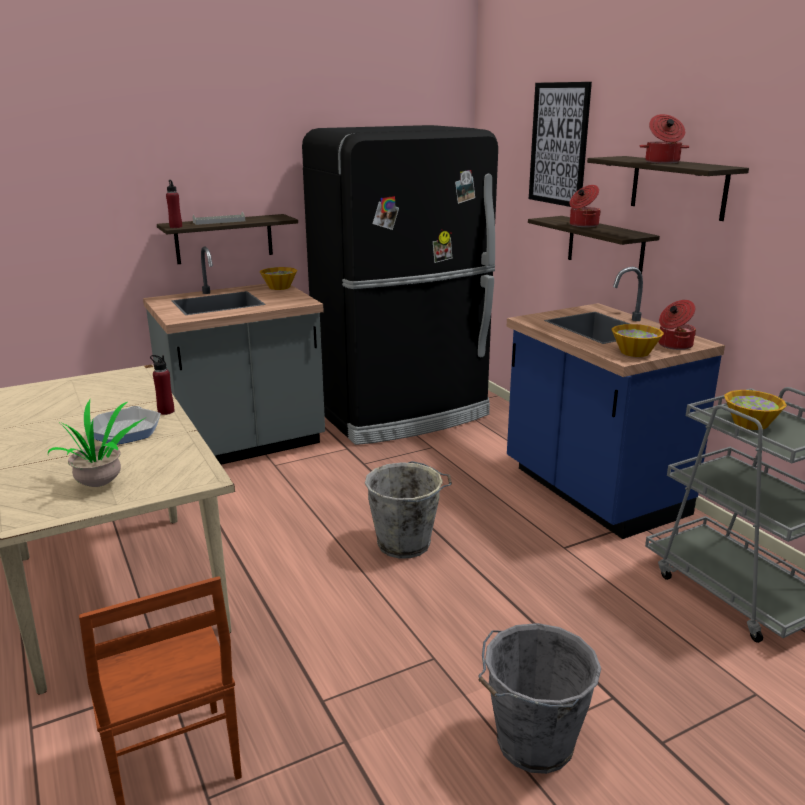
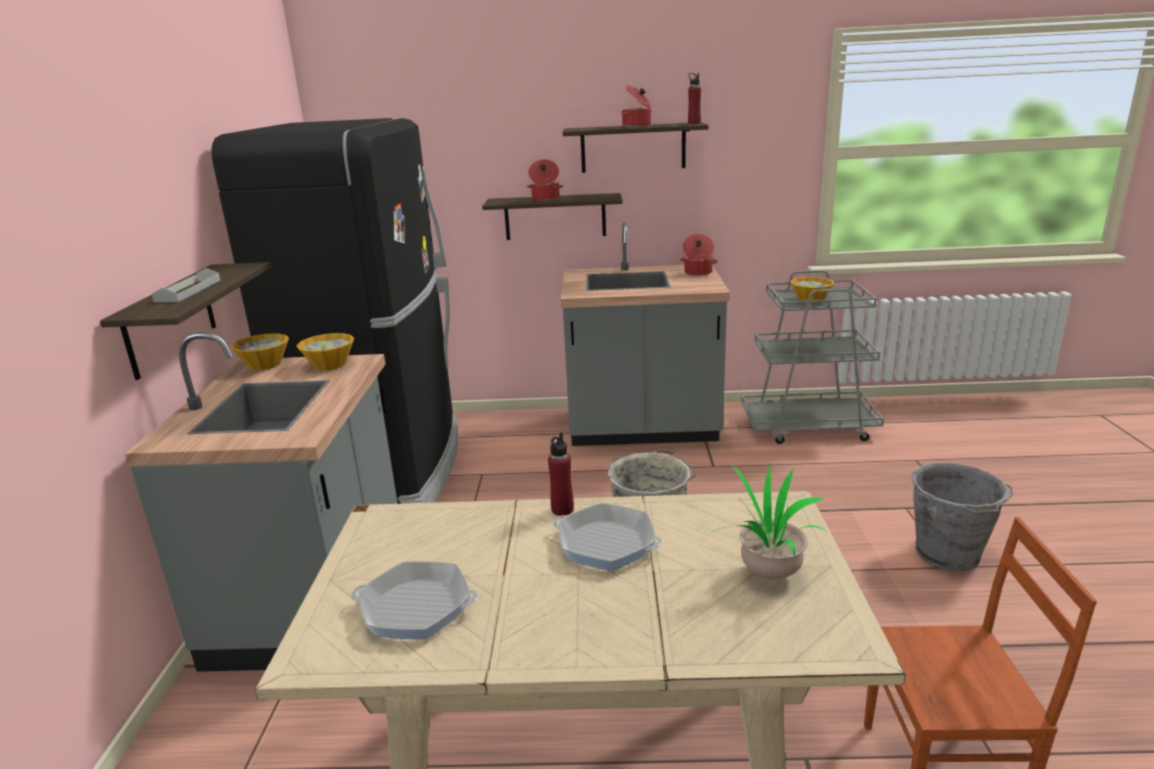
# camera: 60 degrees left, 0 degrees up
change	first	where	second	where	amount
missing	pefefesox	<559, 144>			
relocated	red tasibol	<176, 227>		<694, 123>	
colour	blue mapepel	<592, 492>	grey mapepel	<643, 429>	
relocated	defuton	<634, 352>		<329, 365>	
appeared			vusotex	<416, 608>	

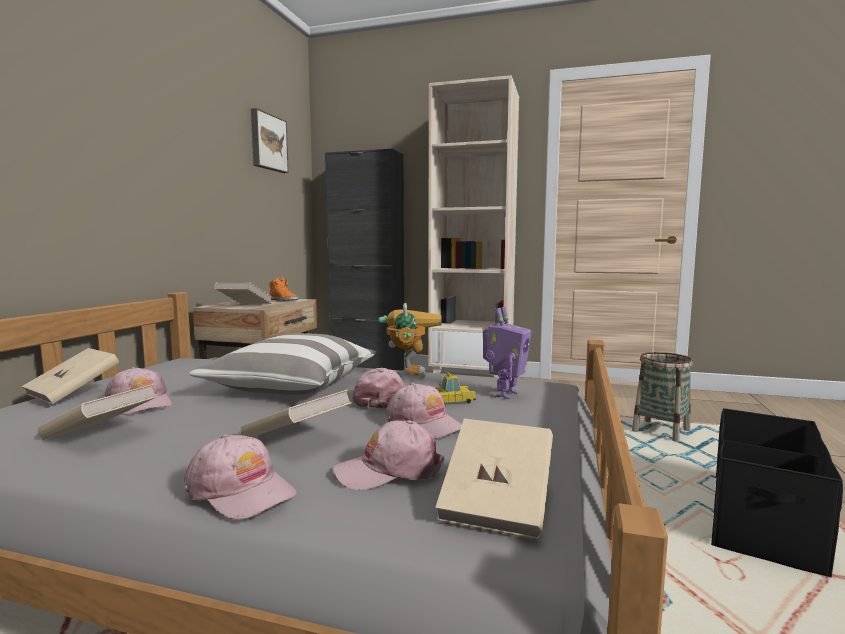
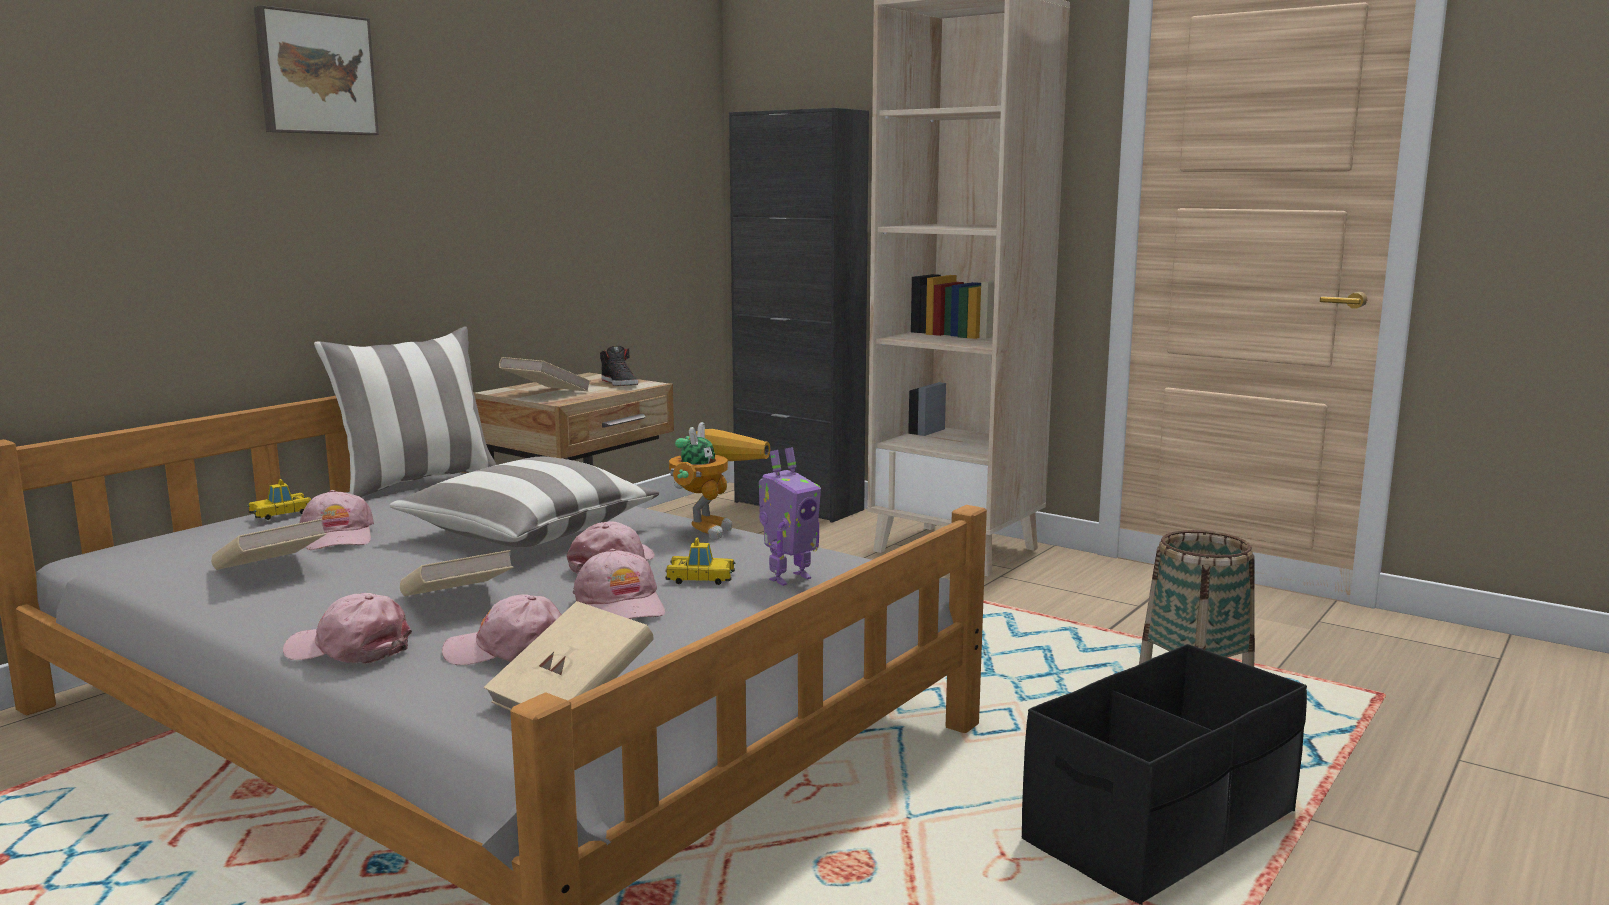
# camera: 20 degrees right, 5 degrees up
change	first	where	second	where	amount
relocated	pefefesox	<267, 142>		<315, 74>	
colour	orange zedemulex	<284, 300>	black zedemulex	<620, 383>	
exchanged	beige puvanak	<73, 392>	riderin	<281, 513>	
spun	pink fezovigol	<242, 491>		<349, 648>	135 degrees clockwise
appeared			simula	<417, 483>	

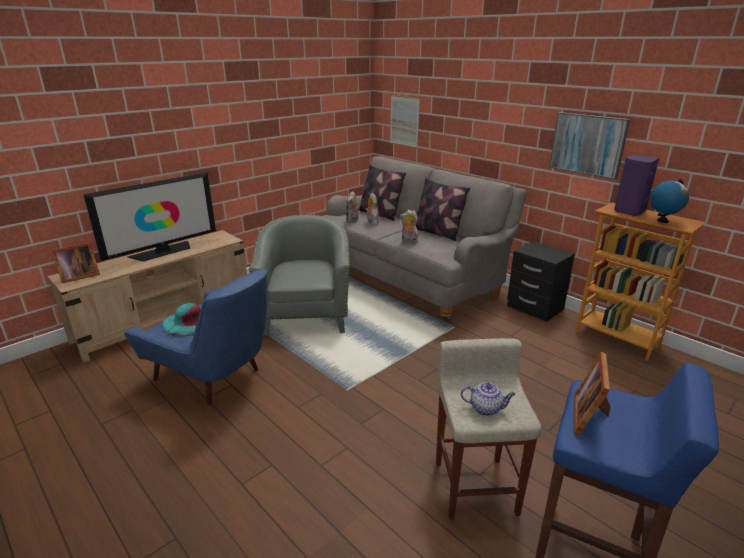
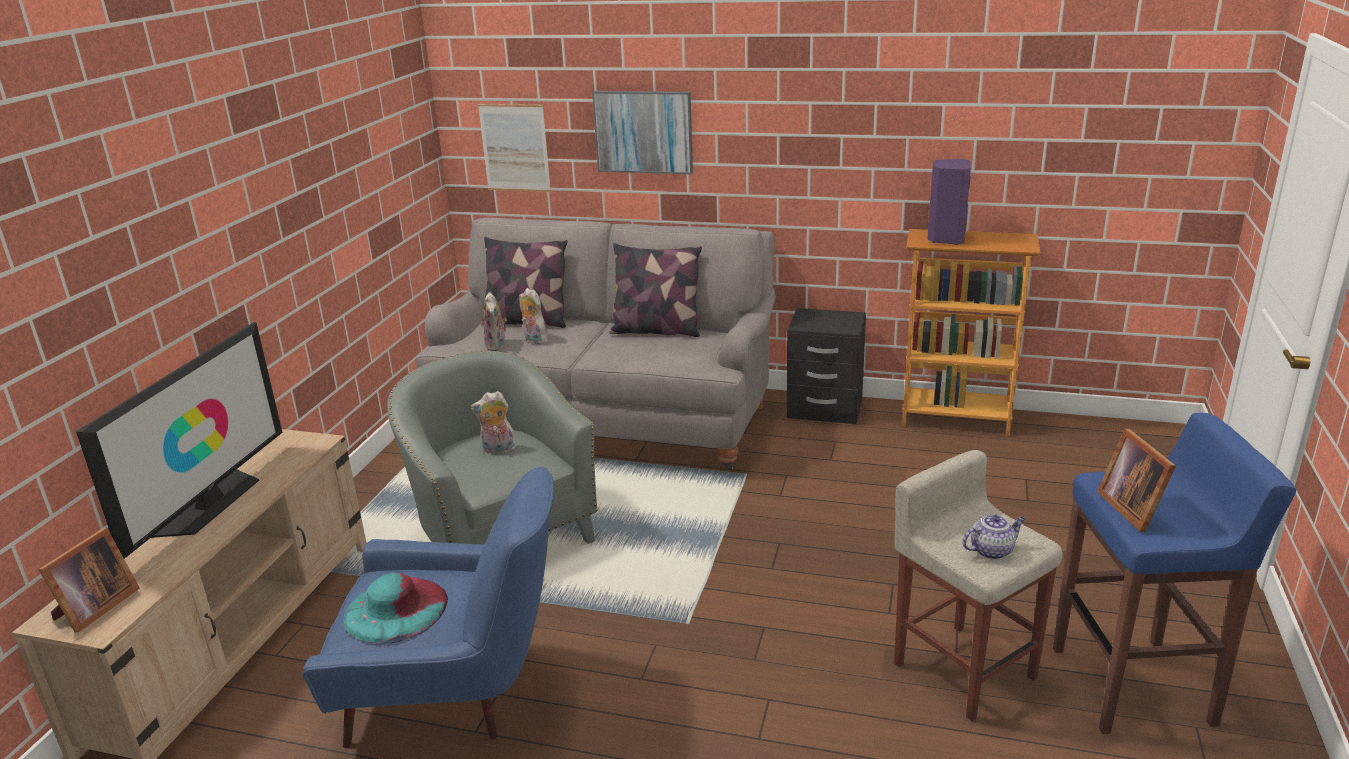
# camera: 30 degrees left, 0 degrees up
change	first	where	second	where	amount
relocated	pefefesox	<588, 144>		<643, 131>	
missing	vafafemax	<662, 221>			
relocated	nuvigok	<408, 242>		<498, 450>	

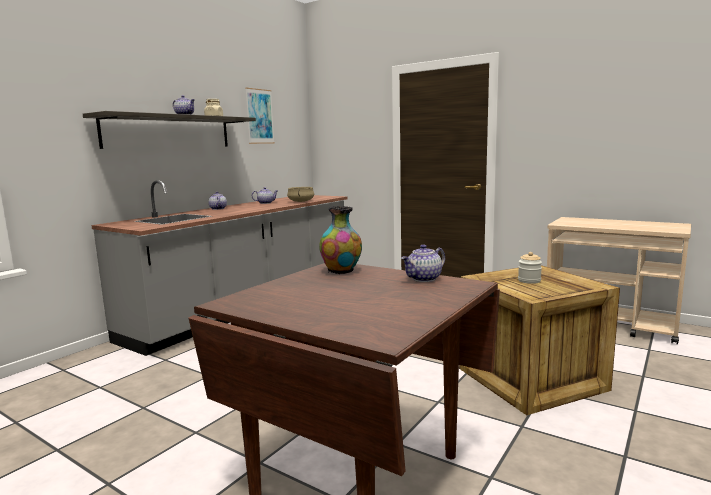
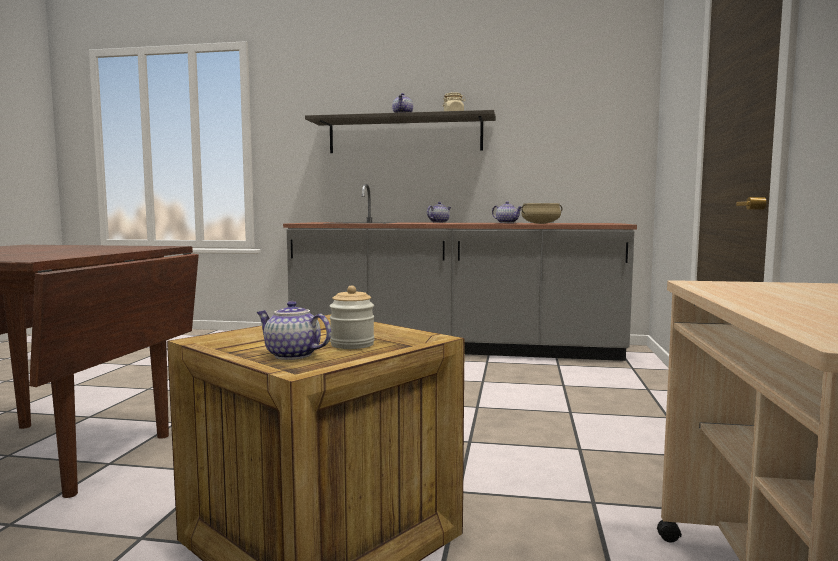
# camera: 65 degrees right, 5 degrees down
change	first	where	second	where	amount
missing	pefefesox	<260, 116>			
missing	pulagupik	<341, 271>			
relocated	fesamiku	<424, 279>		<291, 355>	

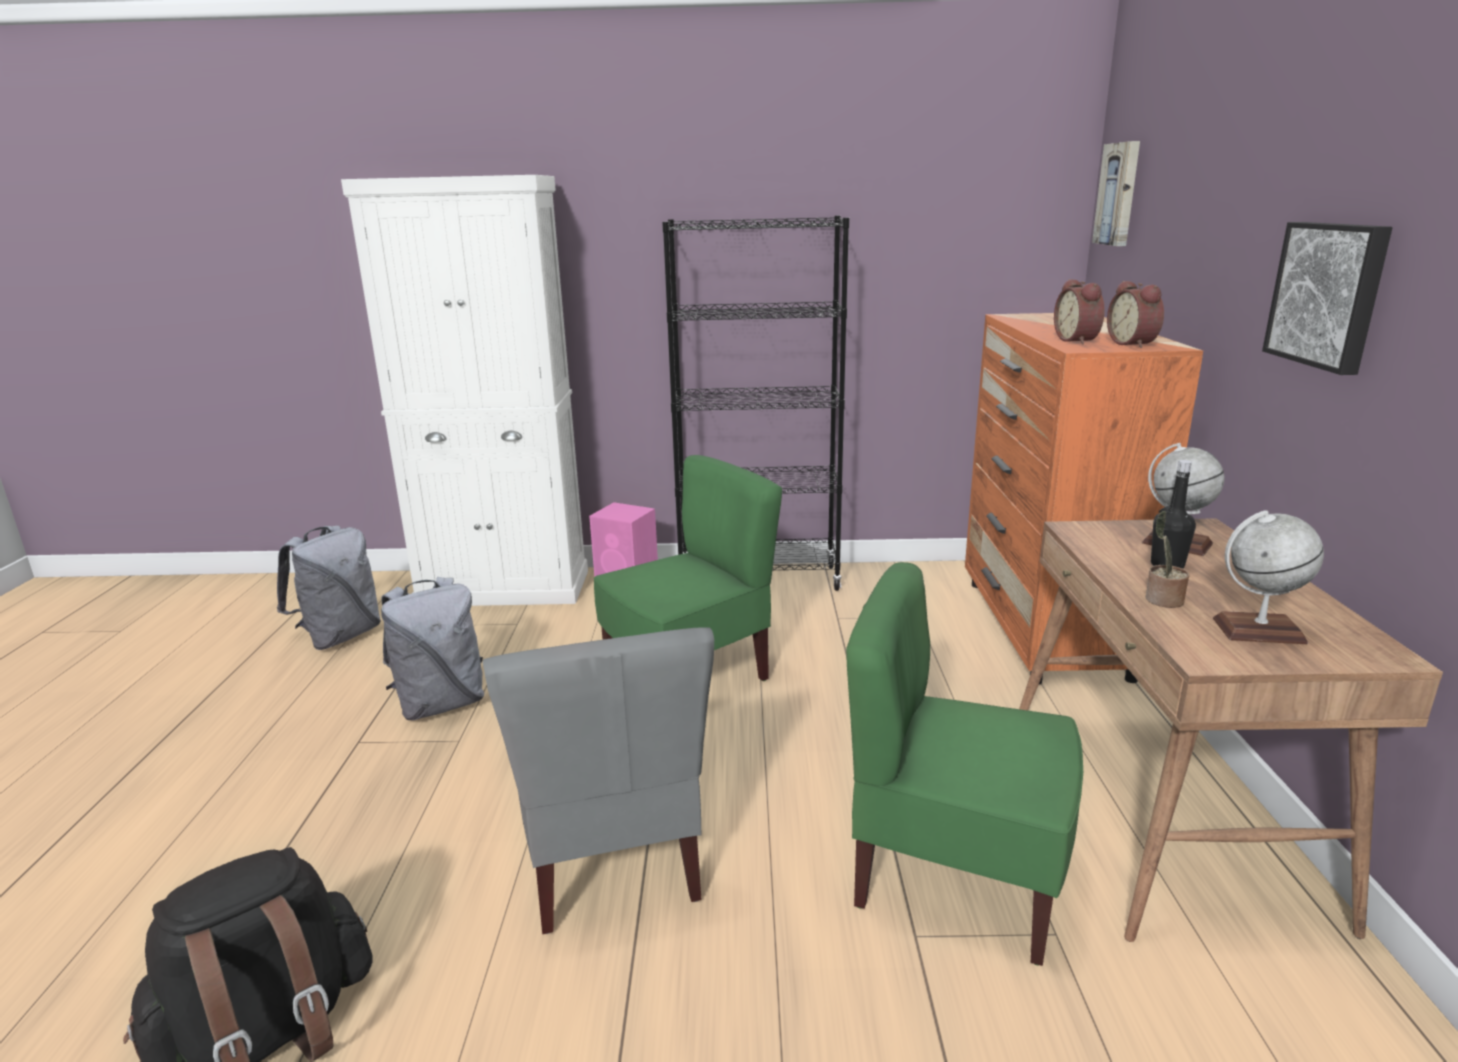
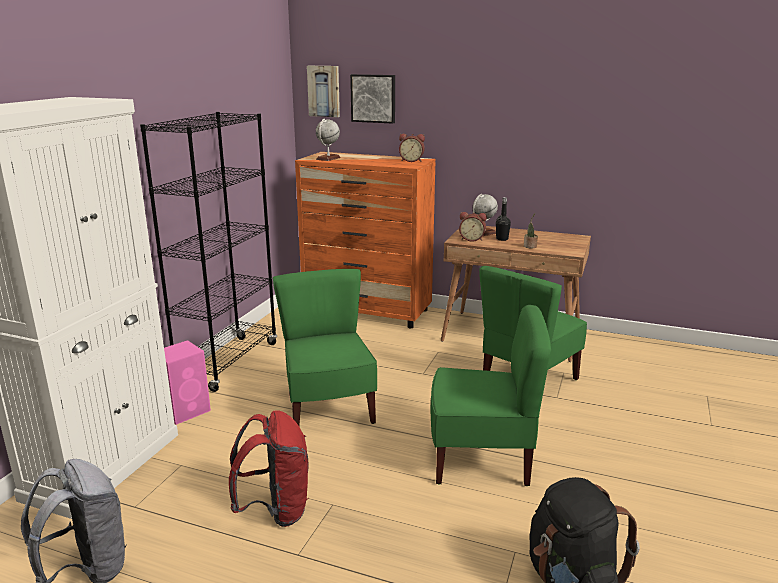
# camera: 70 degrees left, 0 degrees up
change	first	where	second	where	amount
relocated	pefefesox	<1329, 295>		<373, 98>	
relocated	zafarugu	<1078, 340>		<472, 239>	
relocated	vafafemax	<1258, 631>		<328, 158>	
colour	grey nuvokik	<441, 704>	red nuvokik	<275, 510>	
colour	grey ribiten	<612, 858>	green ribiten	<482, 459>	

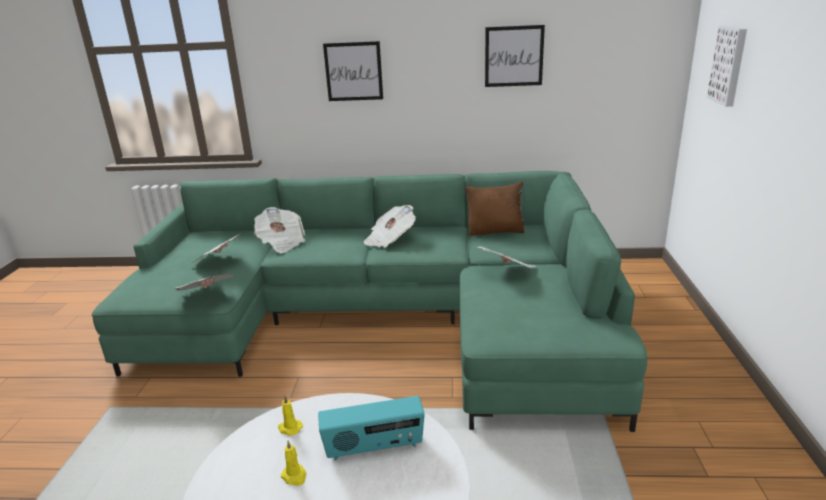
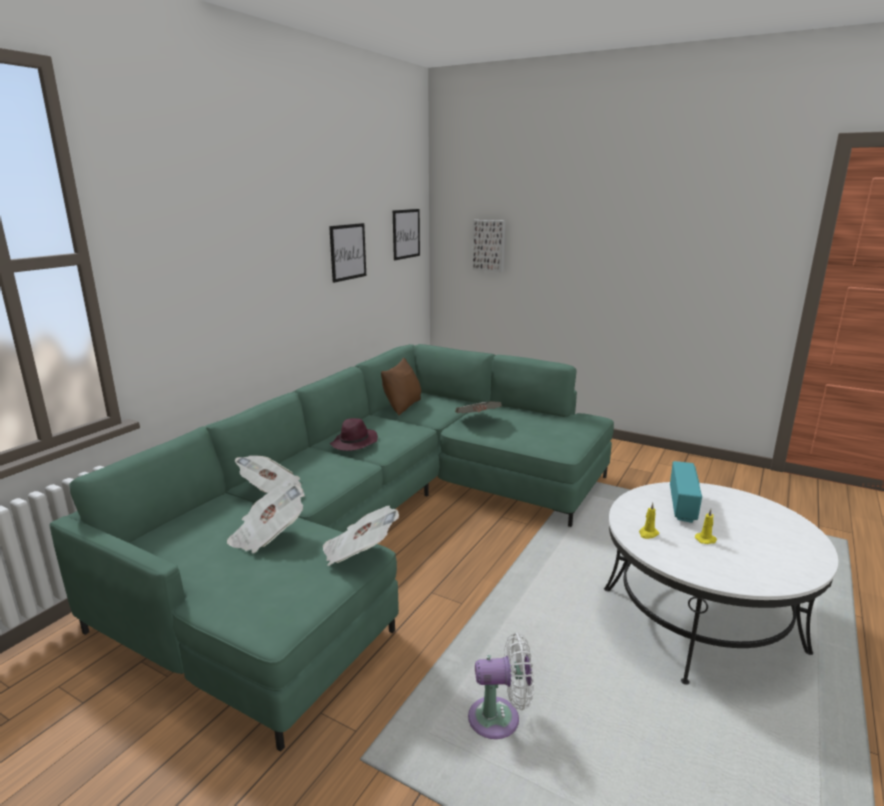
# camera: 65 degrees left, 5 degrees down
change	first	where	second	where	amount
relocated	pefefesox	<353, 71>		<406, 234>	
exchanged	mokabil	<390, 239>	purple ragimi	<354, 443>	
appeared			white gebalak	<499, 718>	

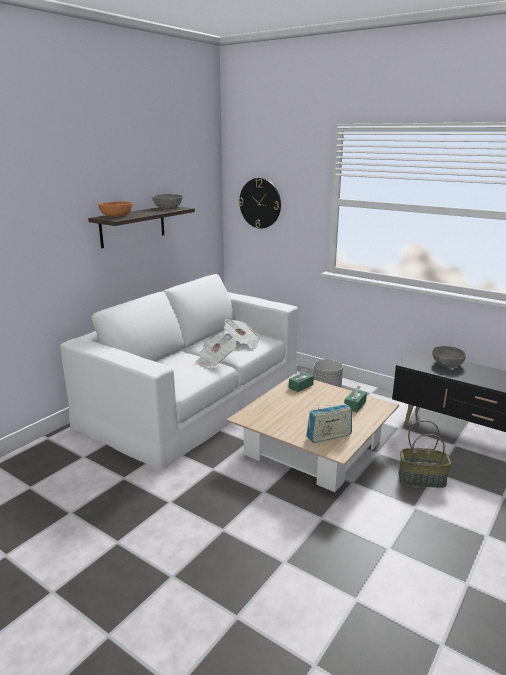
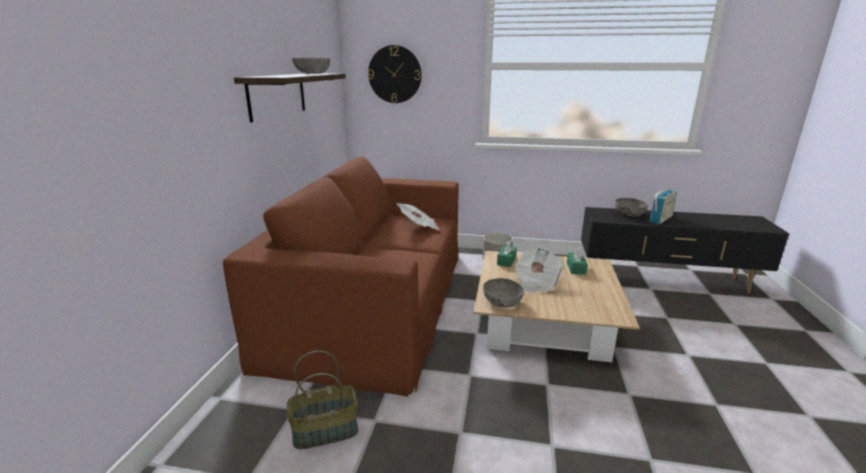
# camera: 25 degrees left, 0 degrees up
change	first	where	second	where	amount
missing	orange defuton	<116, 216>			
colour	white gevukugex	<193, 399>	brown gevukugex	<373, 302>	
relocated	mokabil	<215, 360>		<536, 283>	
relocated	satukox	<329, 436>		<661, 219>	
relocated	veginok	<422, 479>		<326, 430>	
appeared			grey defuton	<502, 302>	

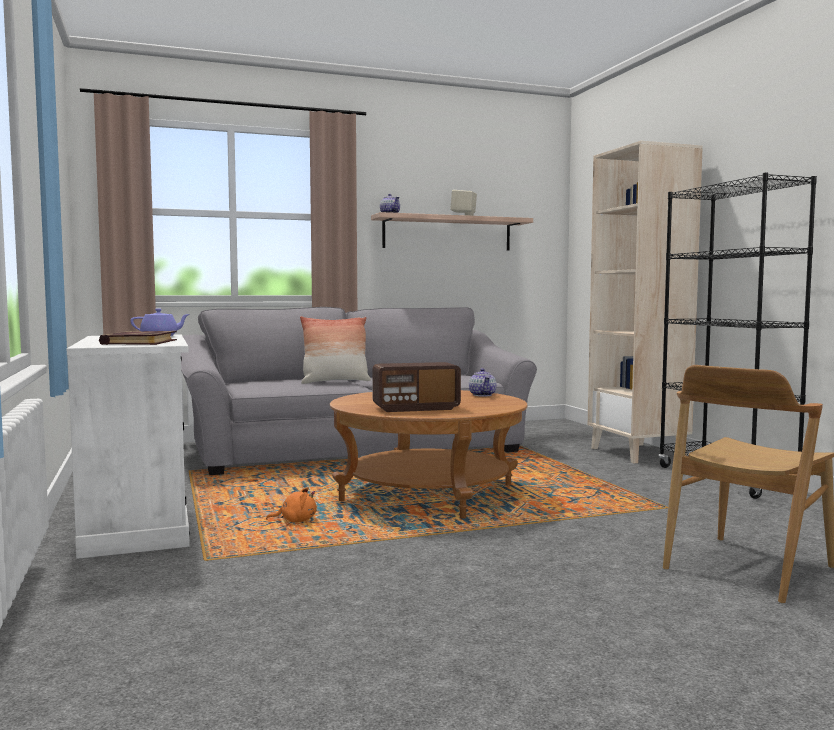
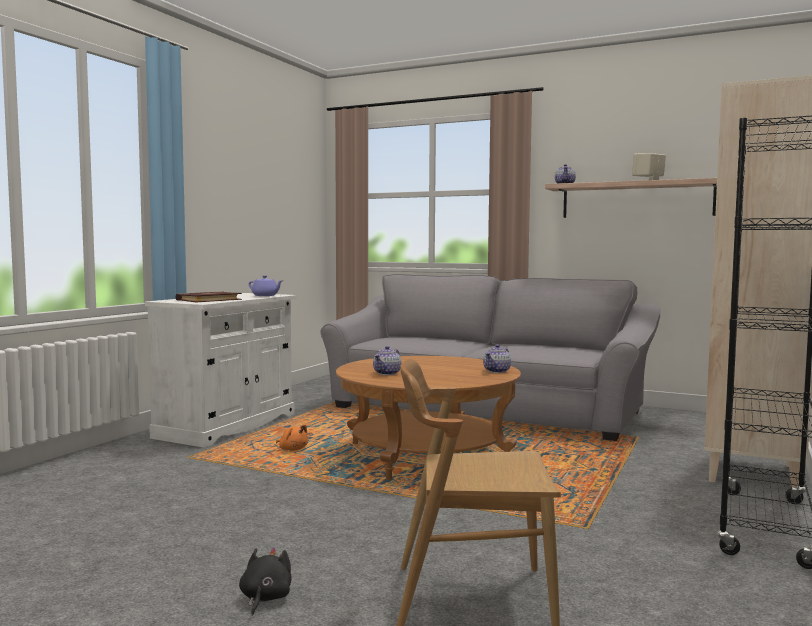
# camera: 45 degrees right, 0 degrees up
change	first	where	second	where	amount
missing	simula	<335, 382>			
exchanged	satukox	<416, 408>	fesamiku	<387, 373>	
appeared			black nuvigok	<265, 598>	

